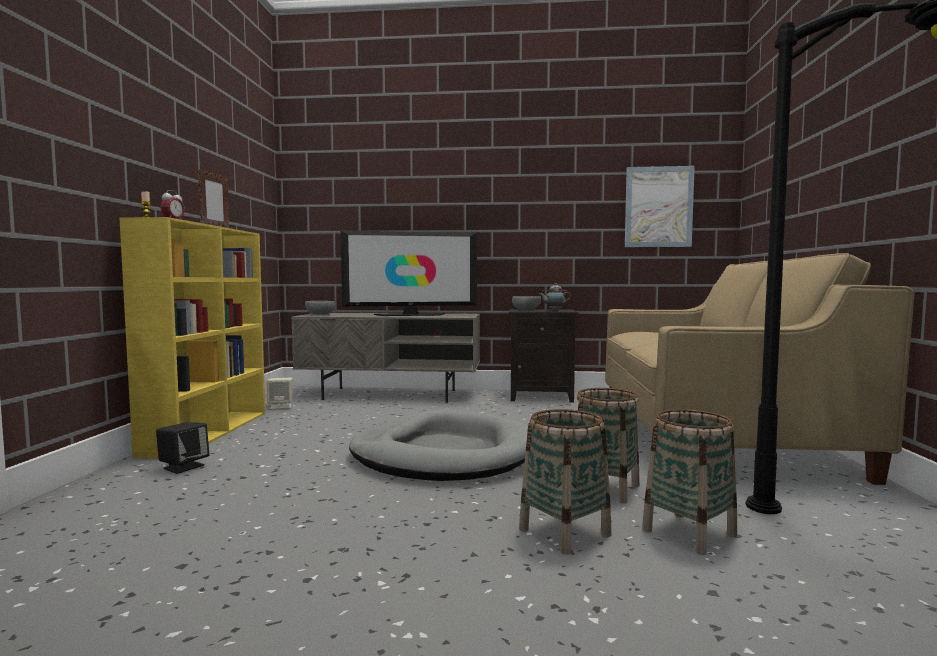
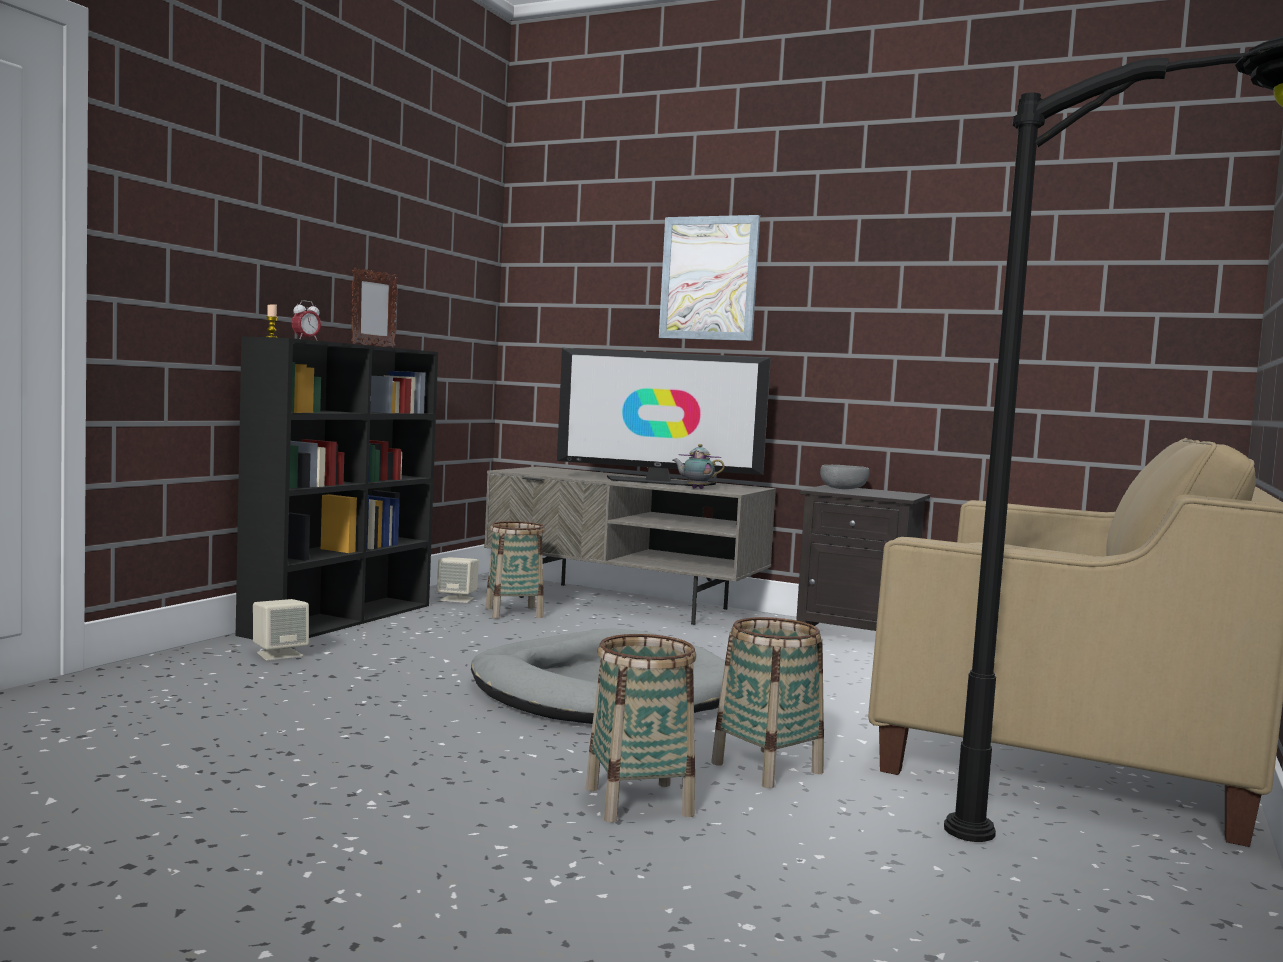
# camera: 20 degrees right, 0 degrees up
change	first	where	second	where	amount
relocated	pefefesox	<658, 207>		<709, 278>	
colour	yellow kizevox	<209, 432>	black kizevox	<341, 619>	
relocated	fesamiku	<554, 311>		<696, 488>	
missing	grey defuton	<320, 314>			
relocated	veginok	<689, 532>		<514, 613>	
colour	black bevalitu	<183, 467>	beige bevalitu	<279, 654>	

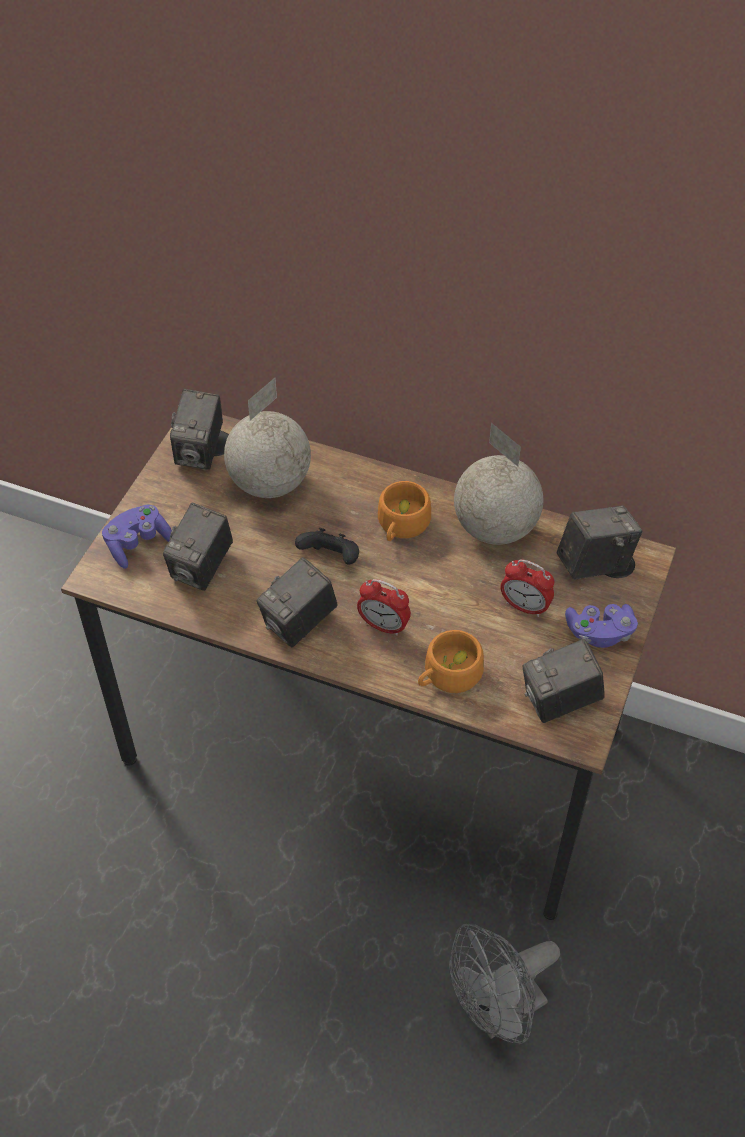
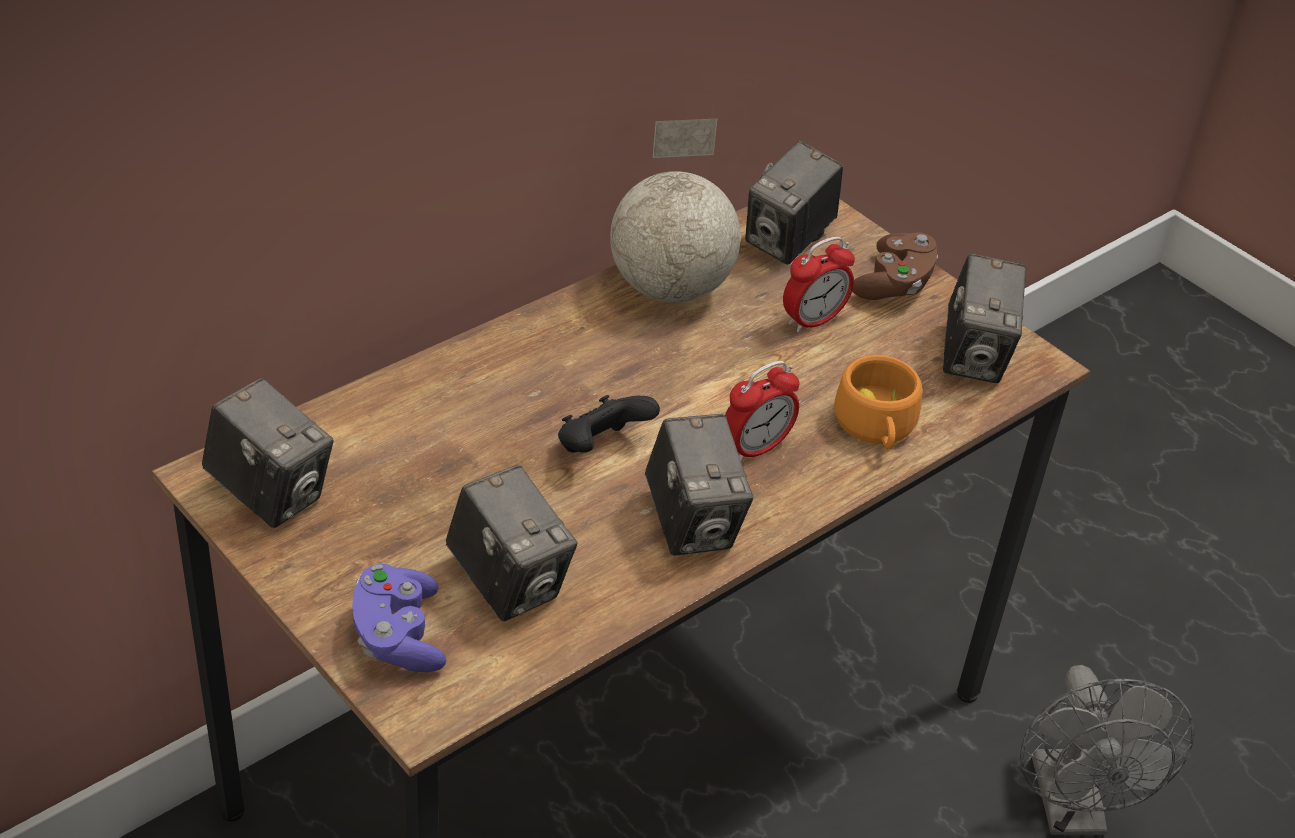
# camera: 65 degrees left, 10 degrees down
change	first	where	second	where	amount
missing	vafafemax	<268, 484>			
missing	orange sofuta	<401, 525>			
spun	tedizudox	<594, 563>		<788, 241>	150 degrees counterclockwise
colour	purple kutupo	<599, 633>	brown kutupo	<894, 284>	

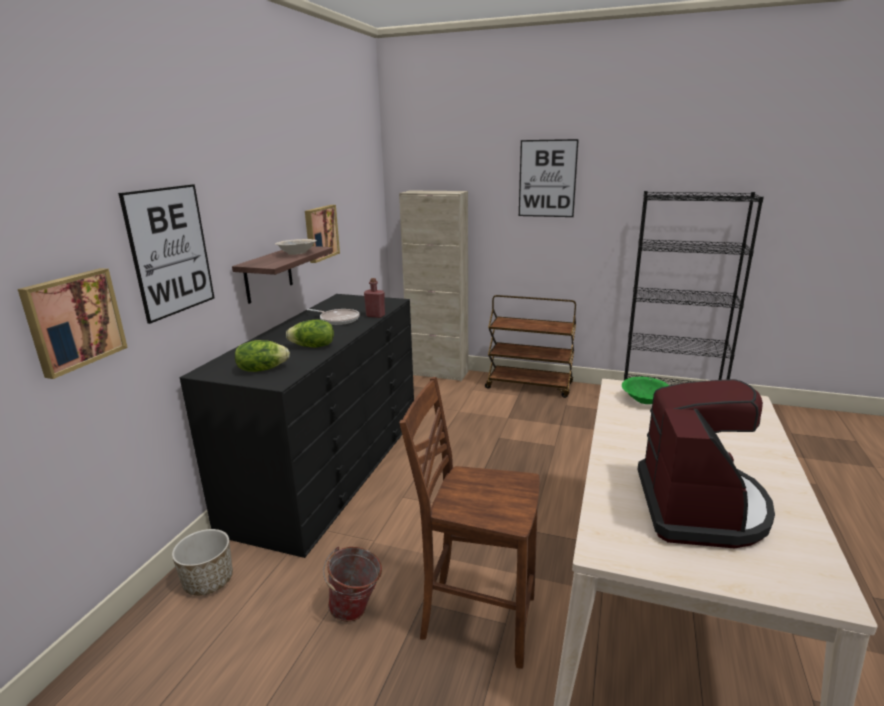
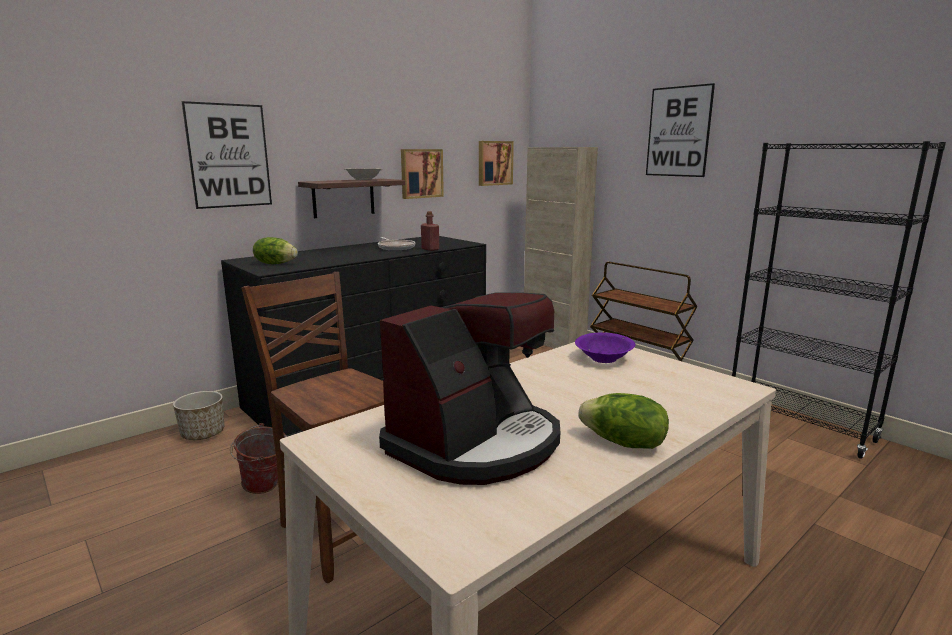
# camera: 30 degrees right, 5 degrees down
change	first	where	second	where	amount
relocated	pefefesox	<73, 320>		<494, 163>	
relocated	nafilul	<313, 346>		<623, 443>	
colour	green defuton	<645, 399>	purple defuton	<604, 359>	

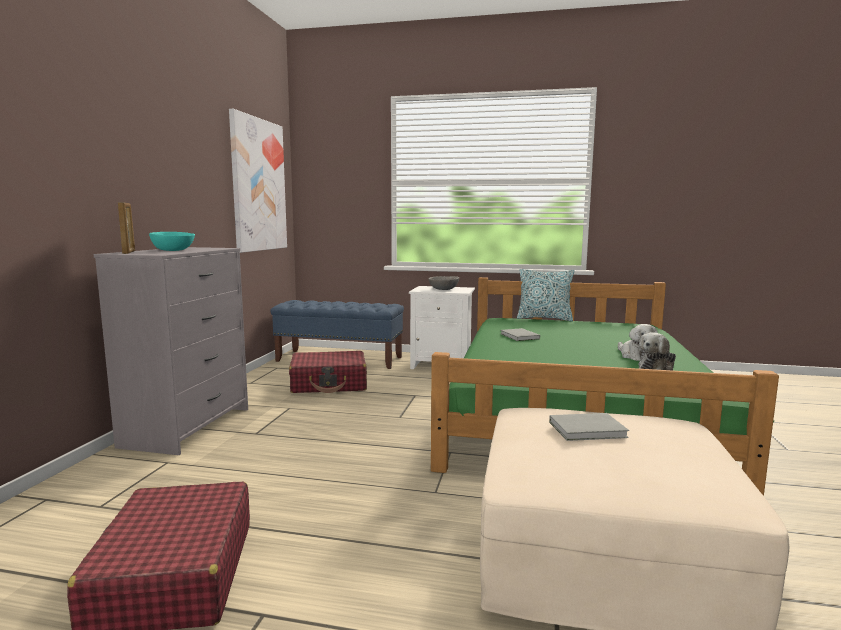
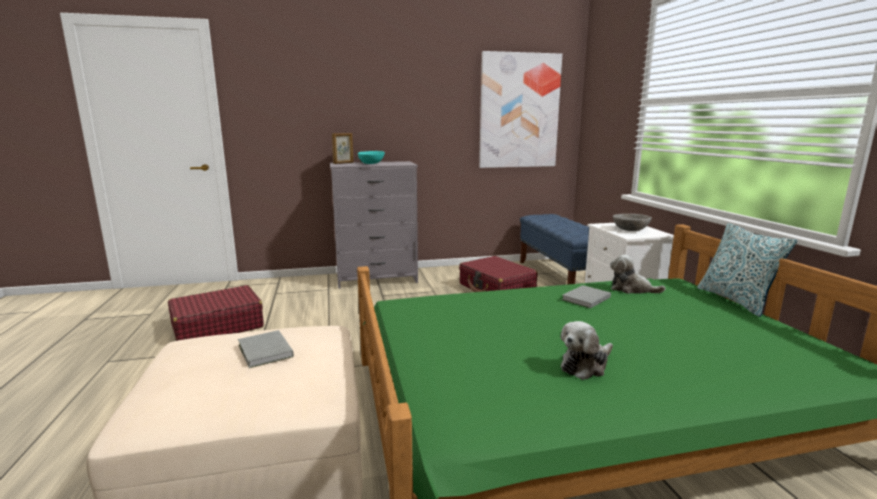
# camera: 65 degrees right, 5 degrees up
change	first	where	second	where	amount
relocated	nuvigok	<657, 368>		<631, 289>	

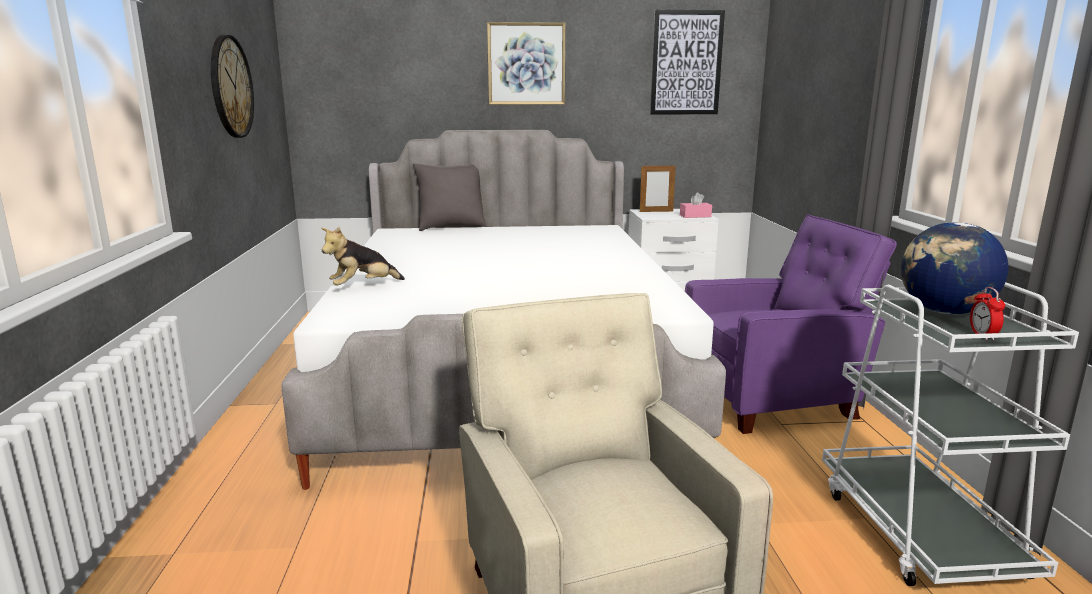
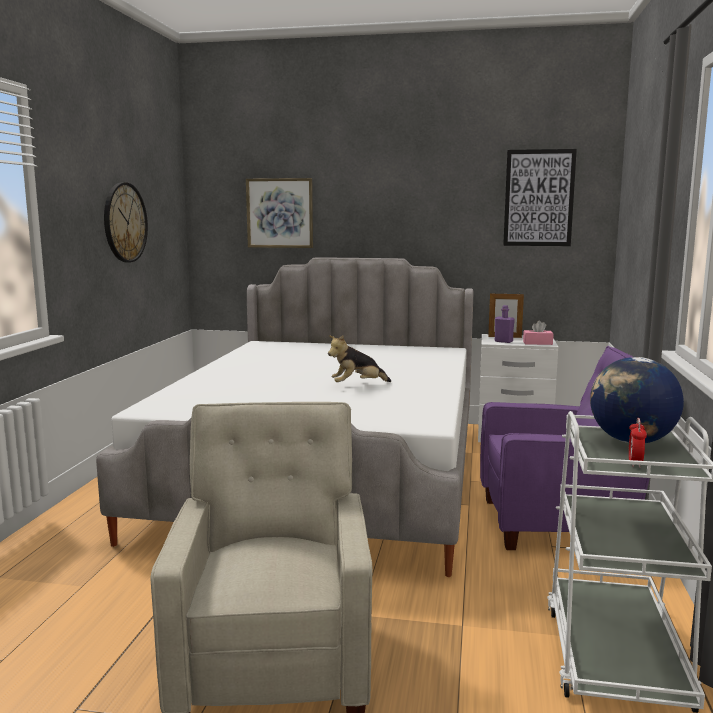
# camera: 15 degrees right, 5 degrees down
change	first	where	second	where	amount
relocated	pefefesox	<526, 64>		<280, 213>	
missing	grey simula	<451, 227>			
relocated	nuvigok	<363, 287>		<357, 385>	
appeared			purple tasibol	<503, 341>	

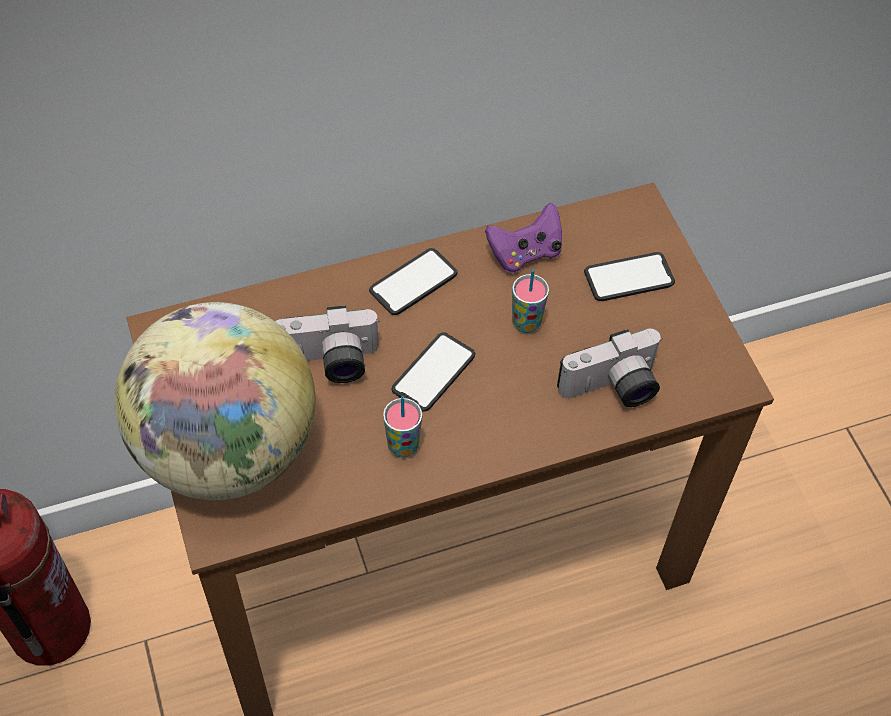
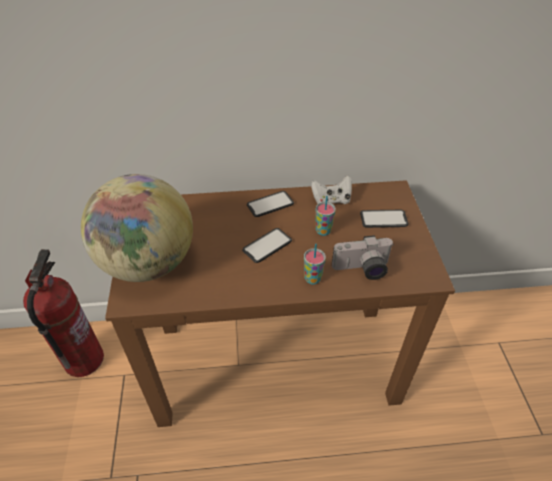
# camera: 15 degrees right, 10 degrees down
change	first	where	second	where	amount
colour	purple kutupo	<525, 253>	white kutupo	<331, 200>	
missing	tedizudox	<329, 363>			
relocated	sofuta	<403, 446>		<312, 279>	

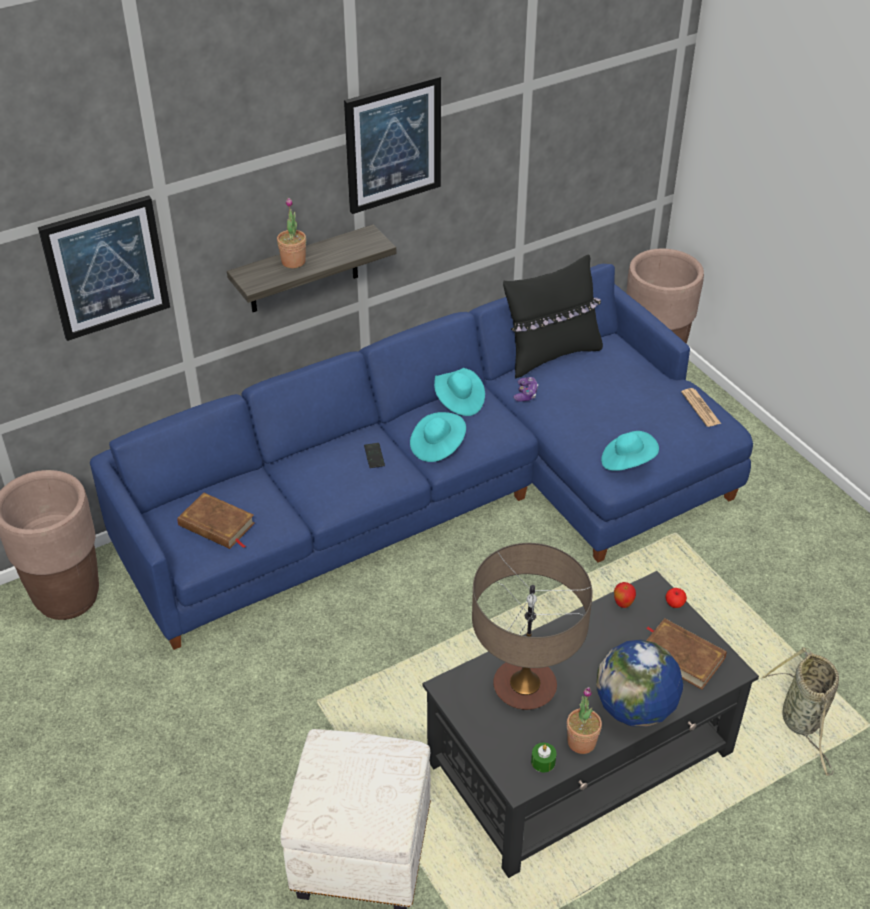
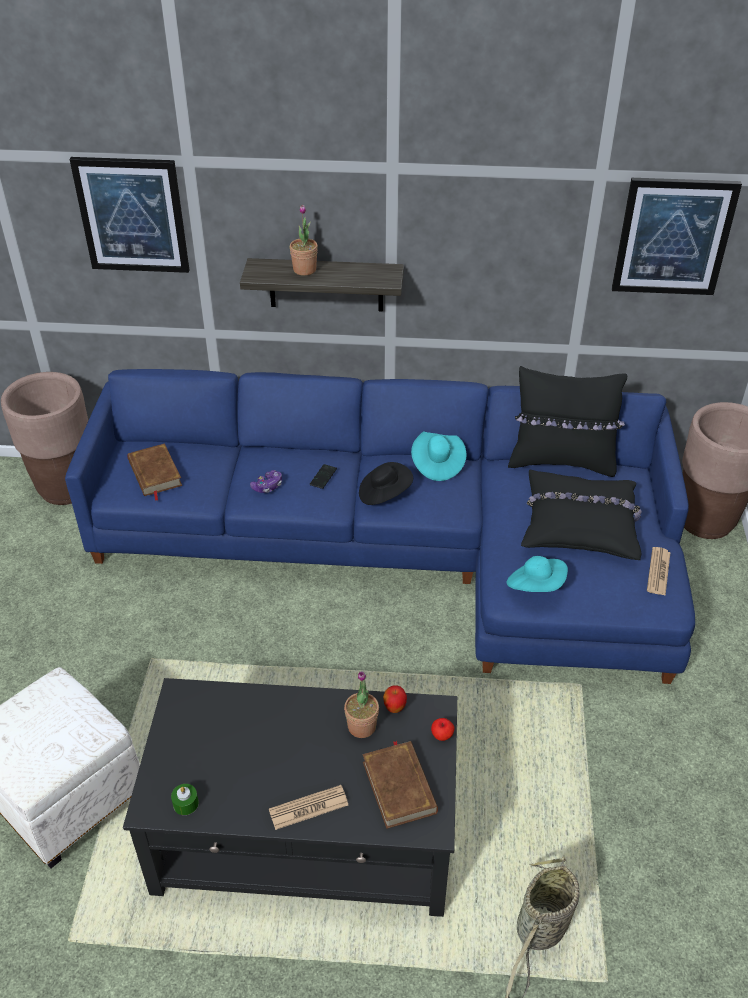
# camera: 35 degrees right, 0 degrees up
change	first	where	second	where	amount
relocated	pefefesox	<393, 144>		<673, 237>	
relocated	kutupo	<526, 394>		<267, 486>	
colour	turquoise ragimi	<437, 447>	black ragimi	<384, 494>	
missing	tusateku	<524, 687>			
exchanged	vafafemax	<635, 709>	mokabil	<308, 808>	
relocated	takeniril	<581, 742>		<361, 726>	
appeared			black simula	<580, 524>	

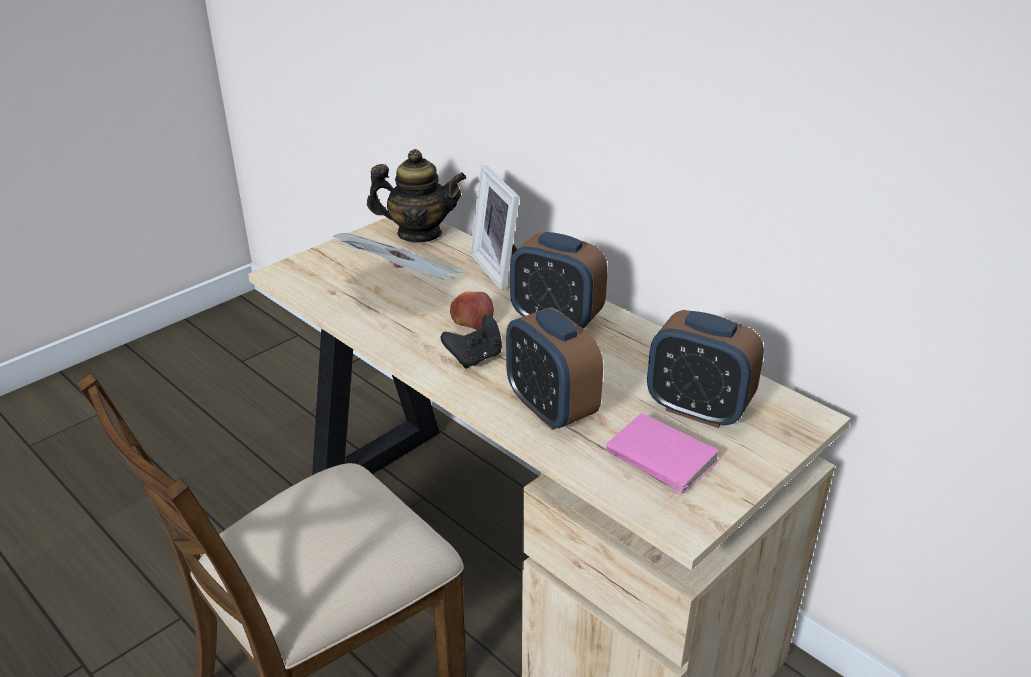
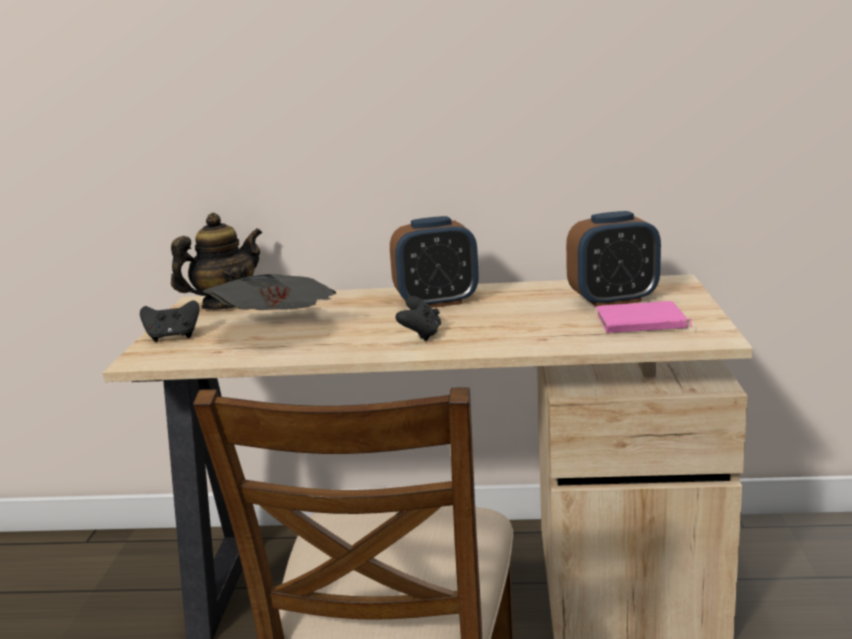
# camera: 40 degrees left, 15 degrees down
change	first	where	second	where	amount
missing	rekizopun	<501, 268>			
missing	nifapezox	<472, 321>			
missing	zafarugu	<551, 409>			
appeared			black kutupo	<173, 337>	

